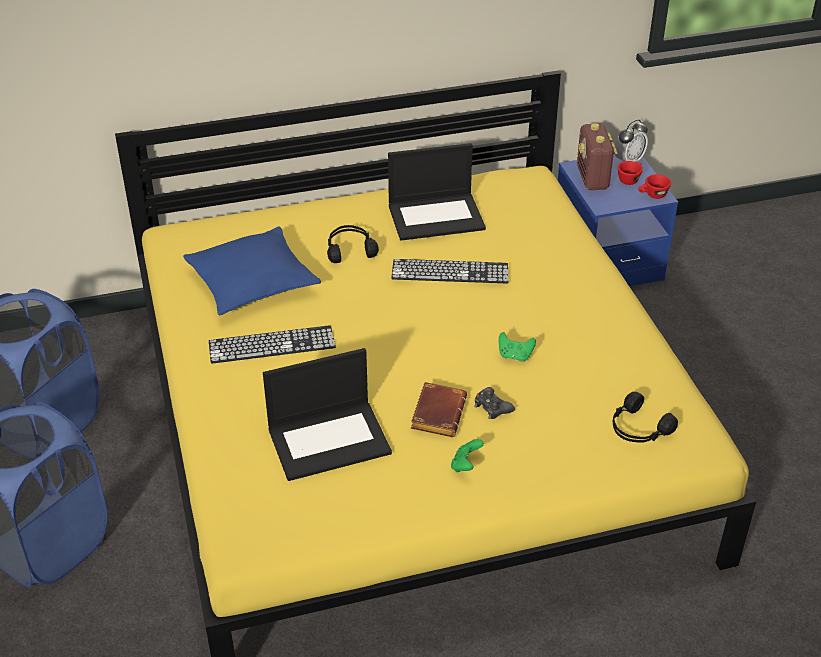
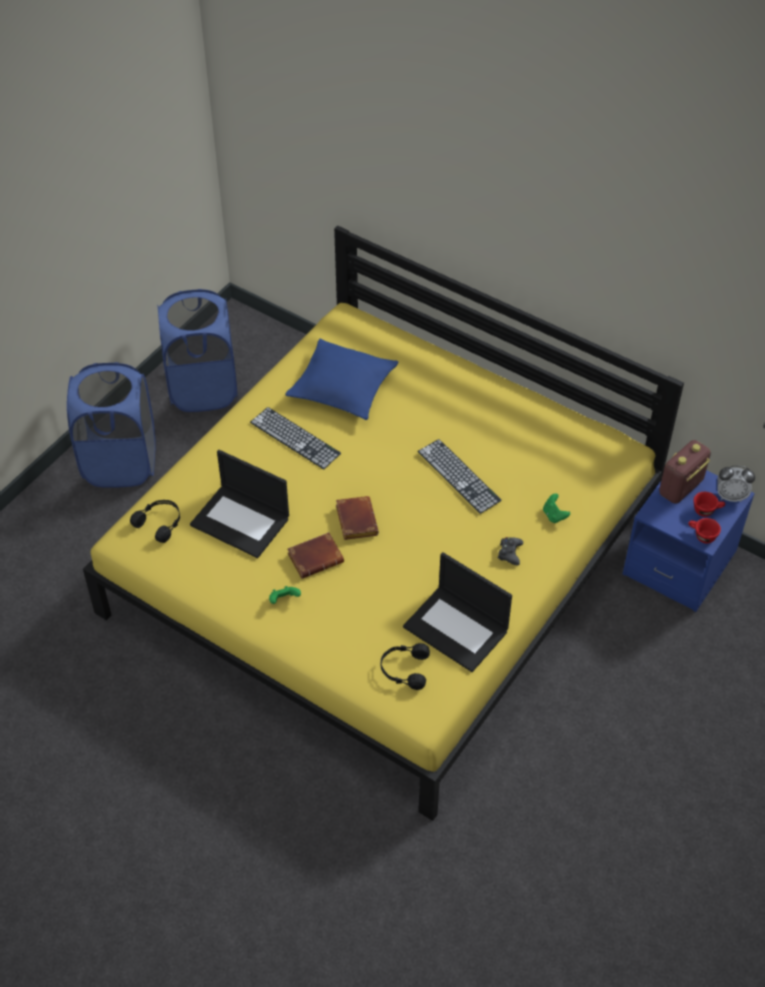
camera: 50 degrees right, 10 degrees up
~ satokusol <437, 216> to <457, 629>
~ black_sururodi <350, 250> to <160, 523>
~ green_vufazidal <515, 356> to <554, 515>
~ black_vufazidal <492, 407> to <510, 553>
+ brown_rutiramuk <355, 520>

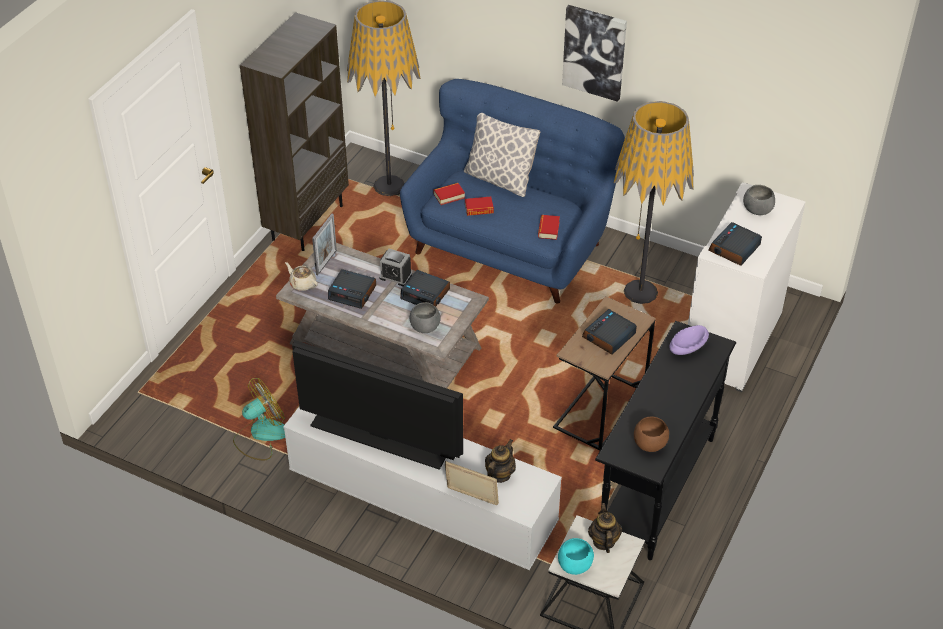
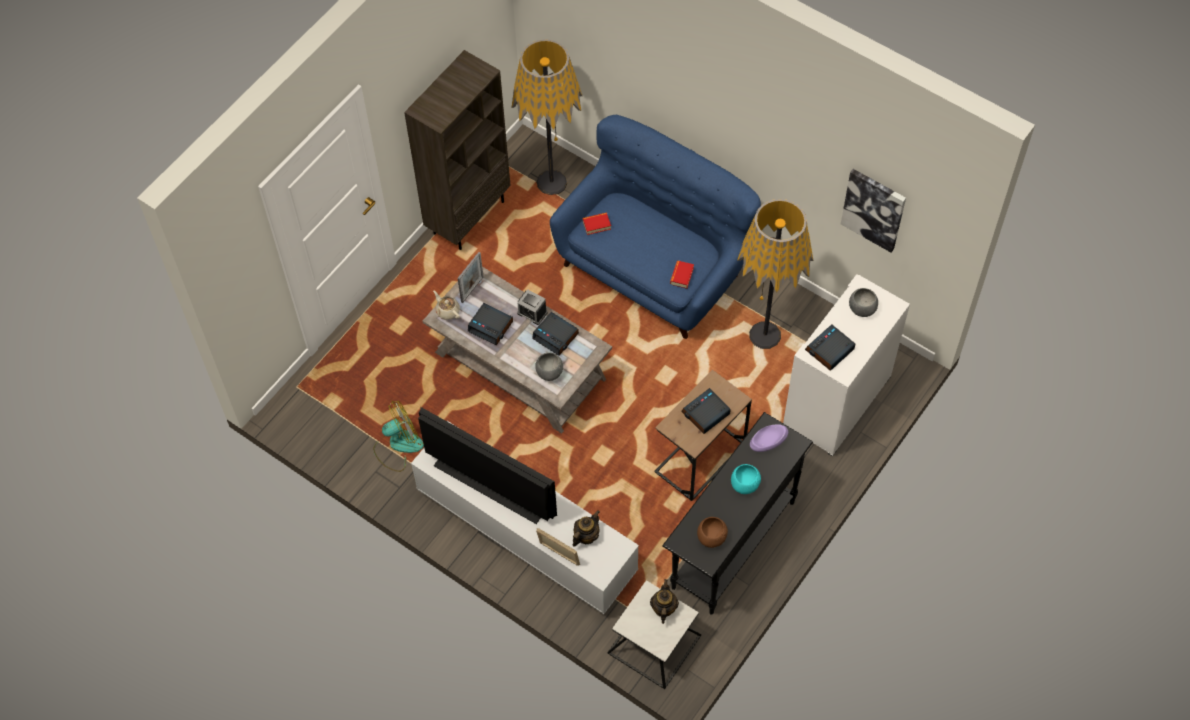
camera: 10 degrees right, 15 degrees up
~ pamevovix <594, 52> to <874, 209>
- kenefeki <499, 179>
- rutiramuk <479, 209>
~ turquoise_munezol <575, 565> to <745, 485>

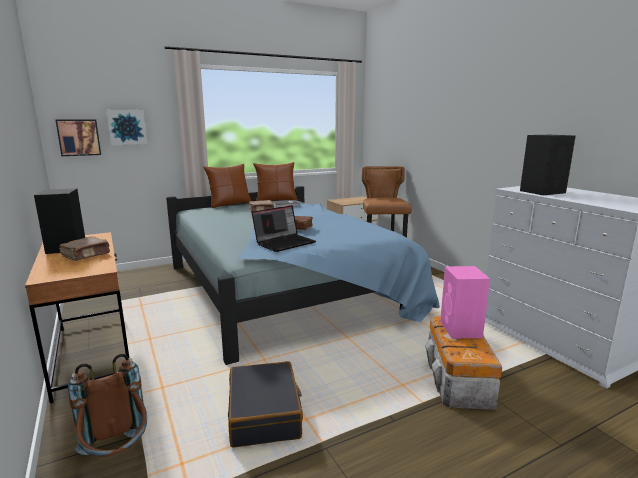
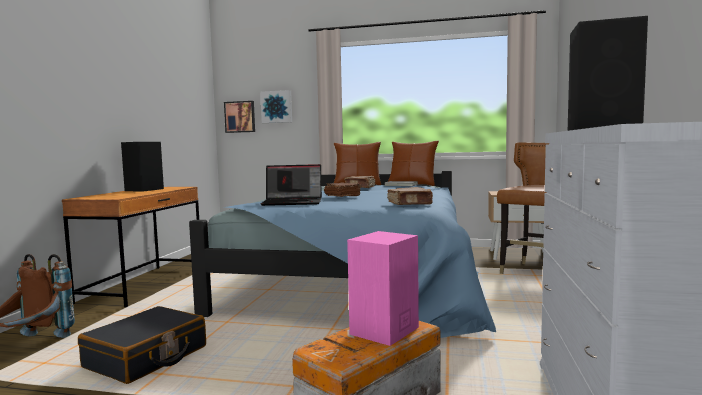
camera: 40 degrees right, 10 degrees down
~ brown_rutiramuk <87, 255> to <410, 204>

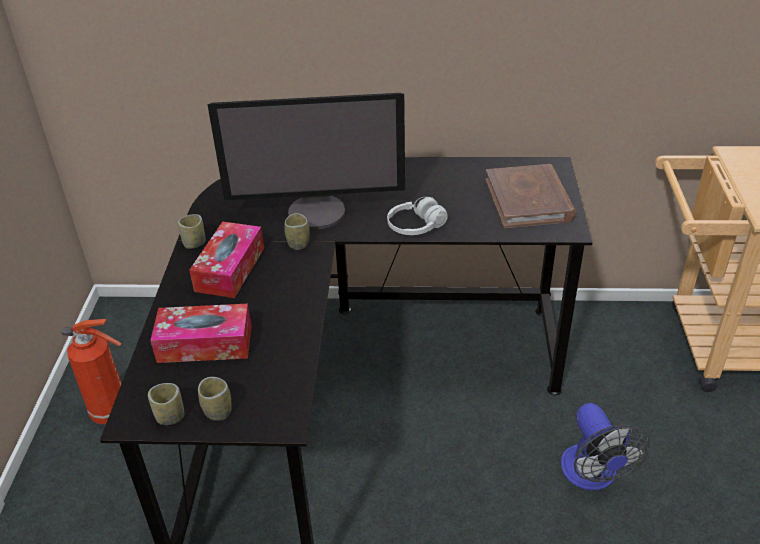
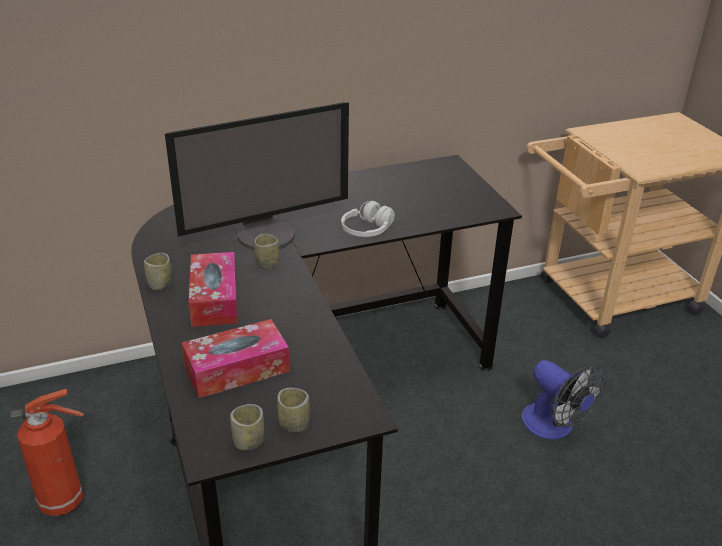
camera: 25 degrees left, 5 degrees down
- brown_rutiramuk <529, 200>

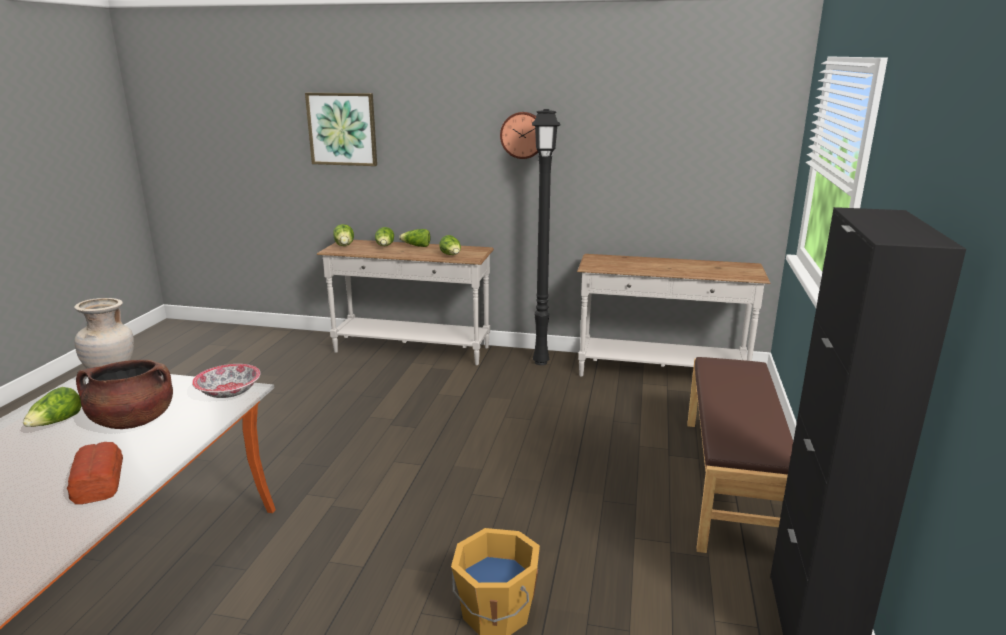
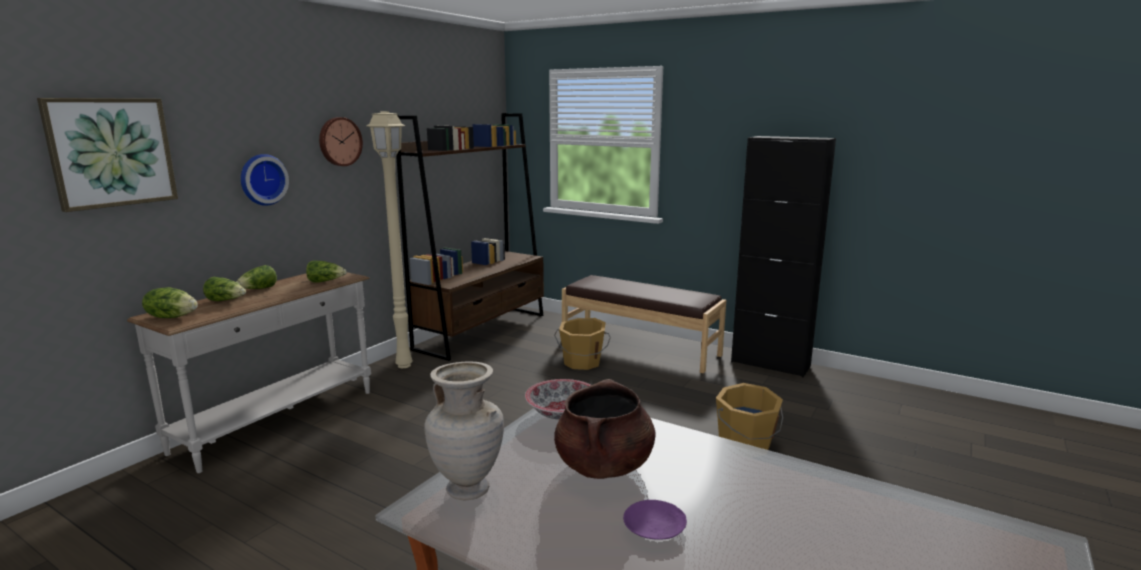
camera: 70 degrees left, 5 degrees down
~ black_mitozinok <542, 363> to beige_mitozinok <405, 365>
~ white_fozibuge <661, 374> to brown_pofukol <482, 331>
- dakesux <56, 422>
- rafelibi <97, 482>
+ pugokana <262, 179>
+ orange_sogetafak <582, 363>
+ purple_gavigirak <655, 527>

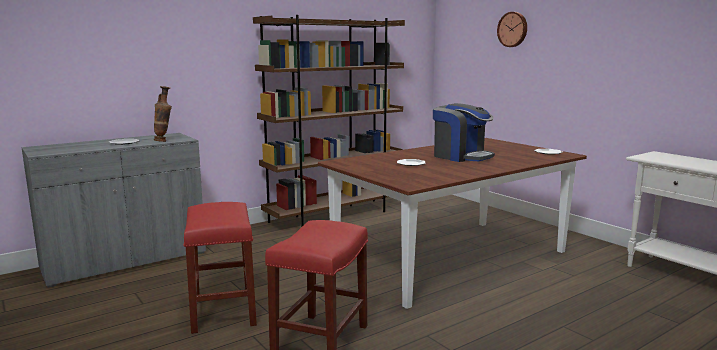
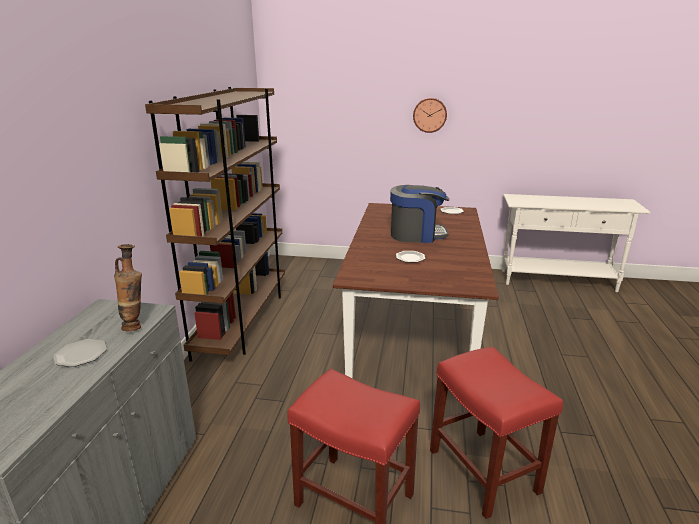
camera: 45 degrees left, 10 degrees up
~ pugokana <513, 29> to <429, 115>

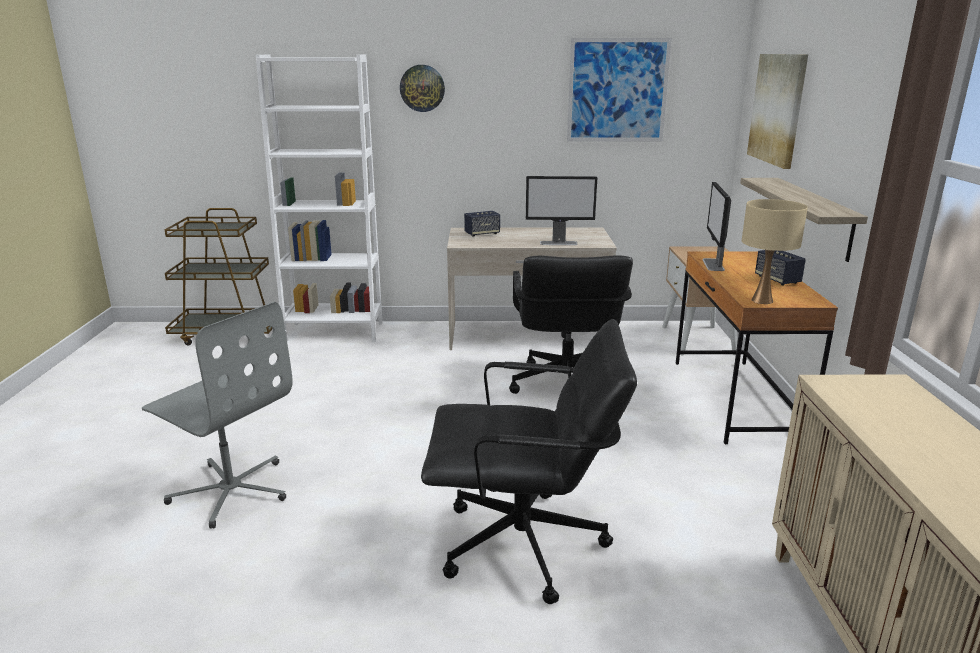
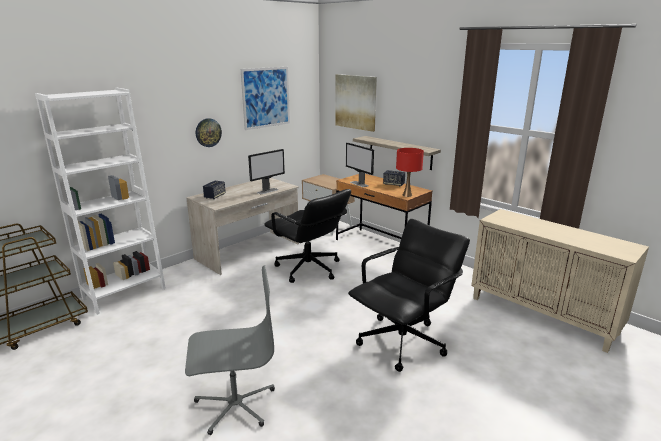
camera: 45 degrees left, 0 degrees up
~ pugokana <422, 88> to <208, 132>
~ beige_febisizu <761, 300> to red_febisizu <407, 195>

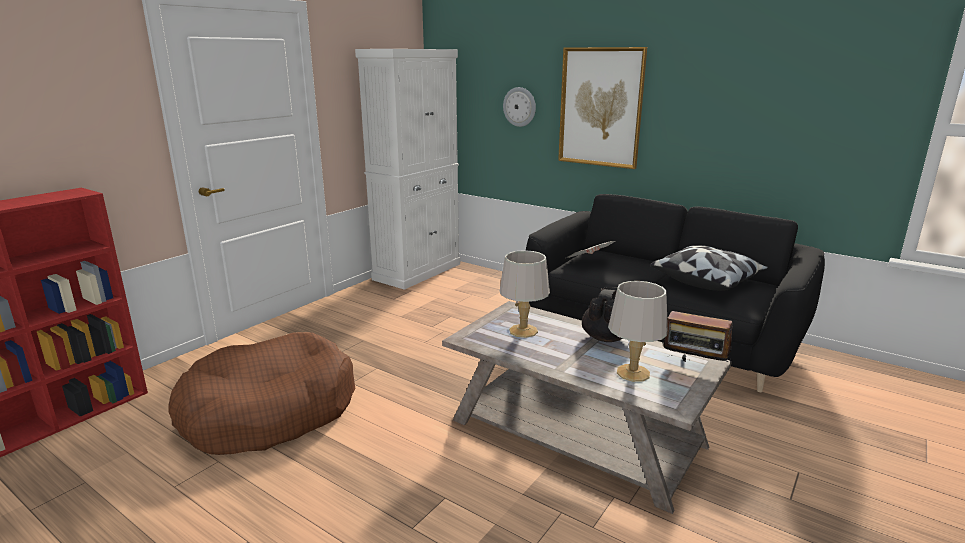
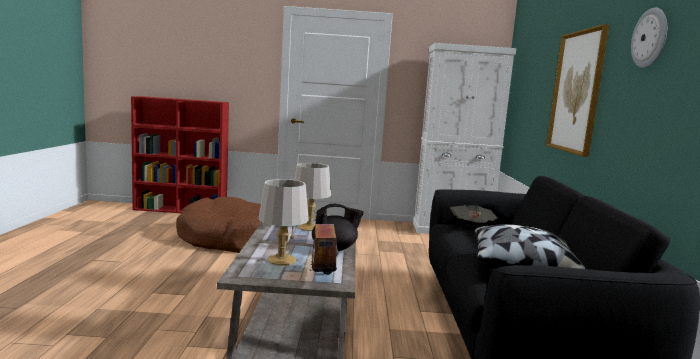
camera: 55 degrees right, 10 degrees down
~ pugokana <519, 106> to <650, 38>

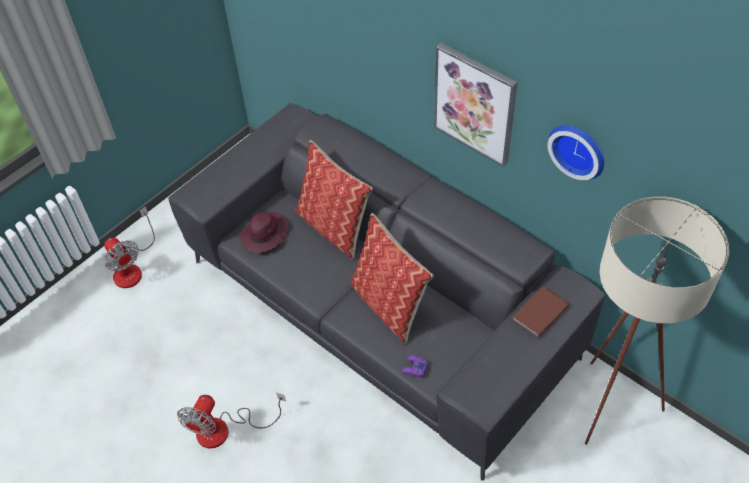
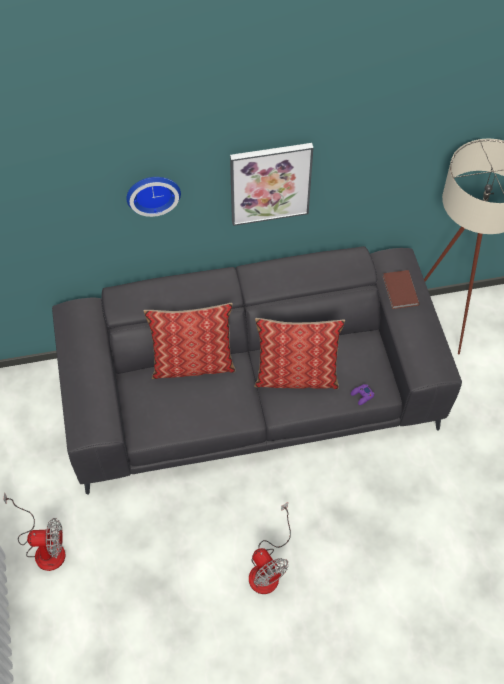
camera: 55 degrees left, 5 degrees up
~ pugokana <579, 149> to <153, 192>
- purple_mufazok <264, 235>

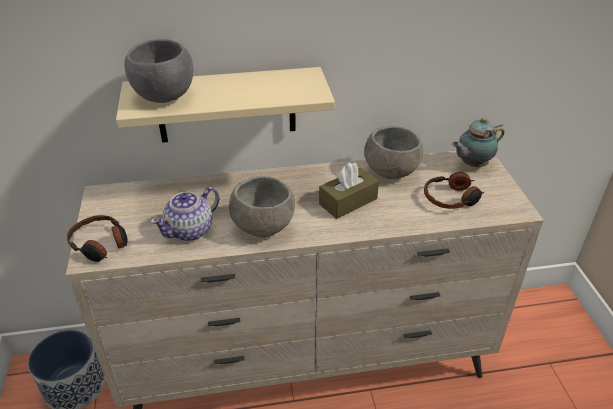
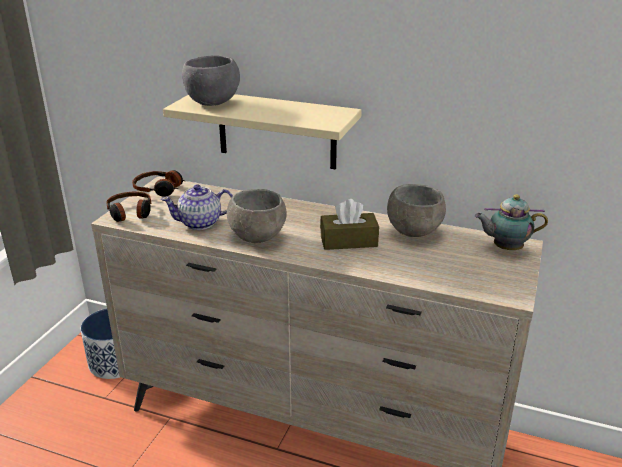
camera: 30 degrees right, 10 degrees down
~ sururodi <452, 198> to <159, 189>

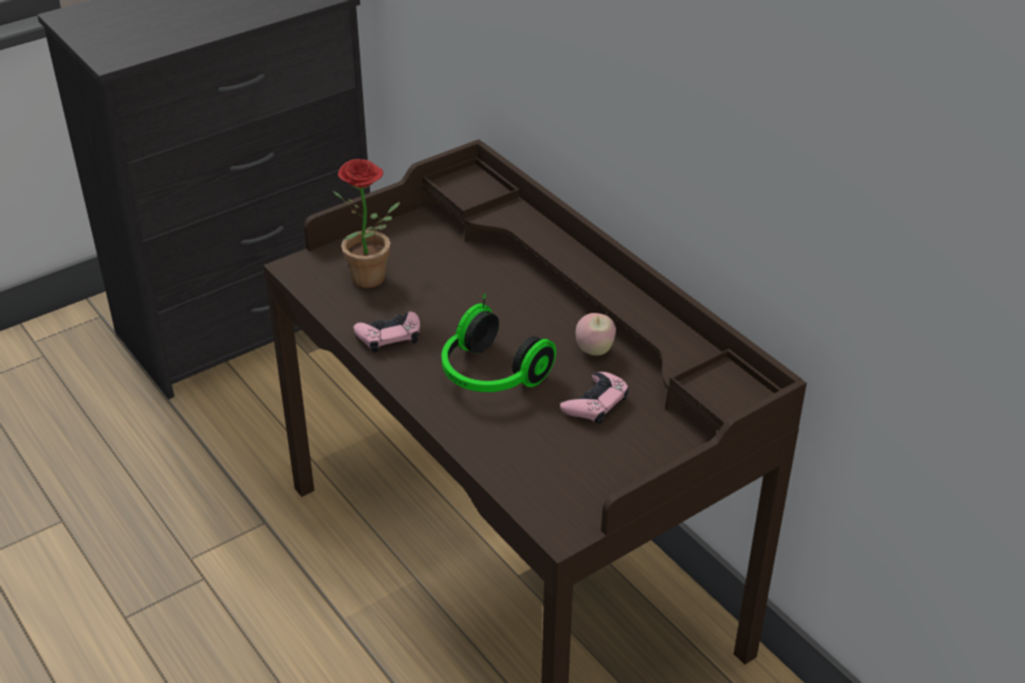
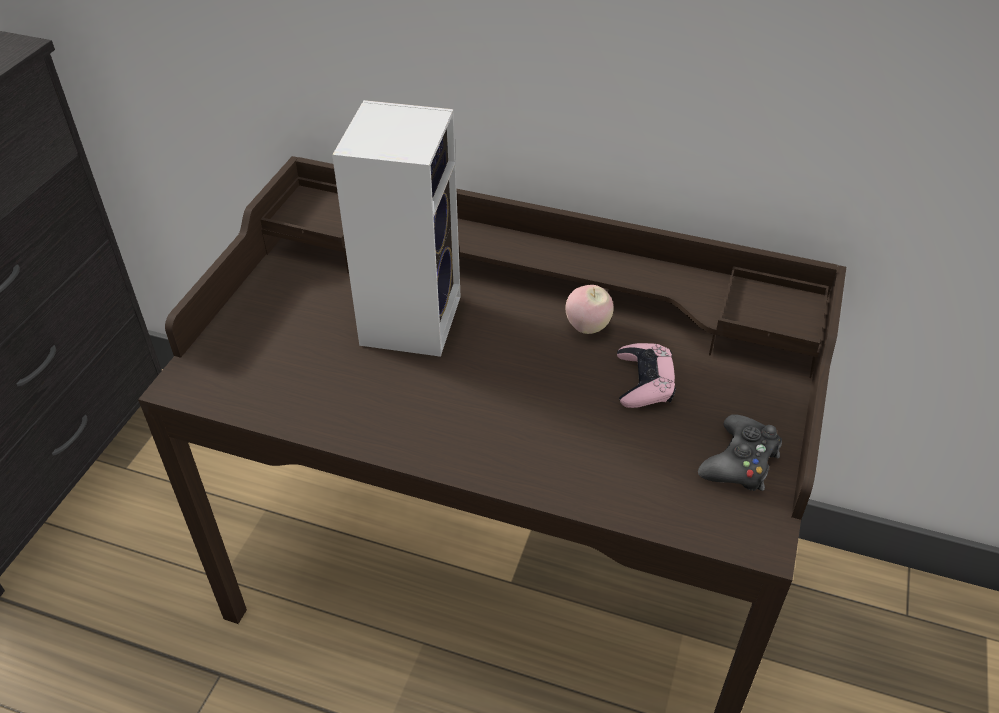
camera: 35 degrees left, 5 degrees up
- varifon <372, 282>
- sururodi <490, 375>
- pink_vufazidal <389, 336>
+ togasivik <410, 317>
+ black_vufazidal <740, 462>

